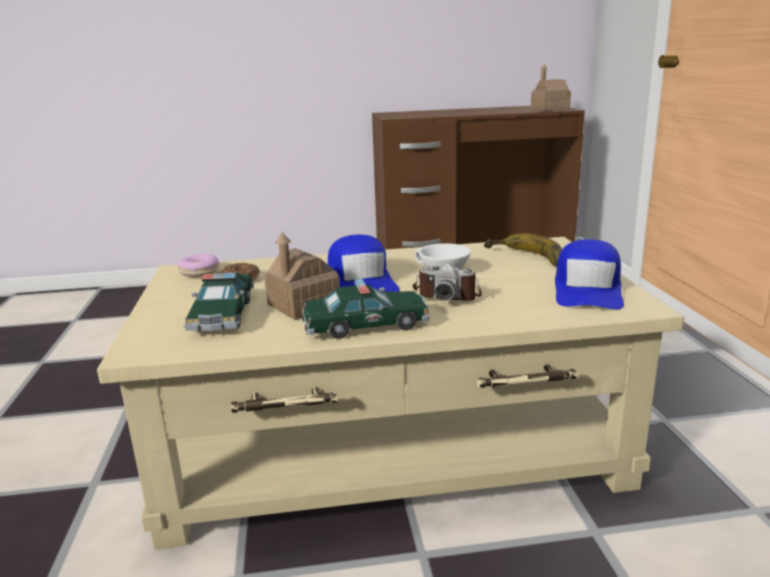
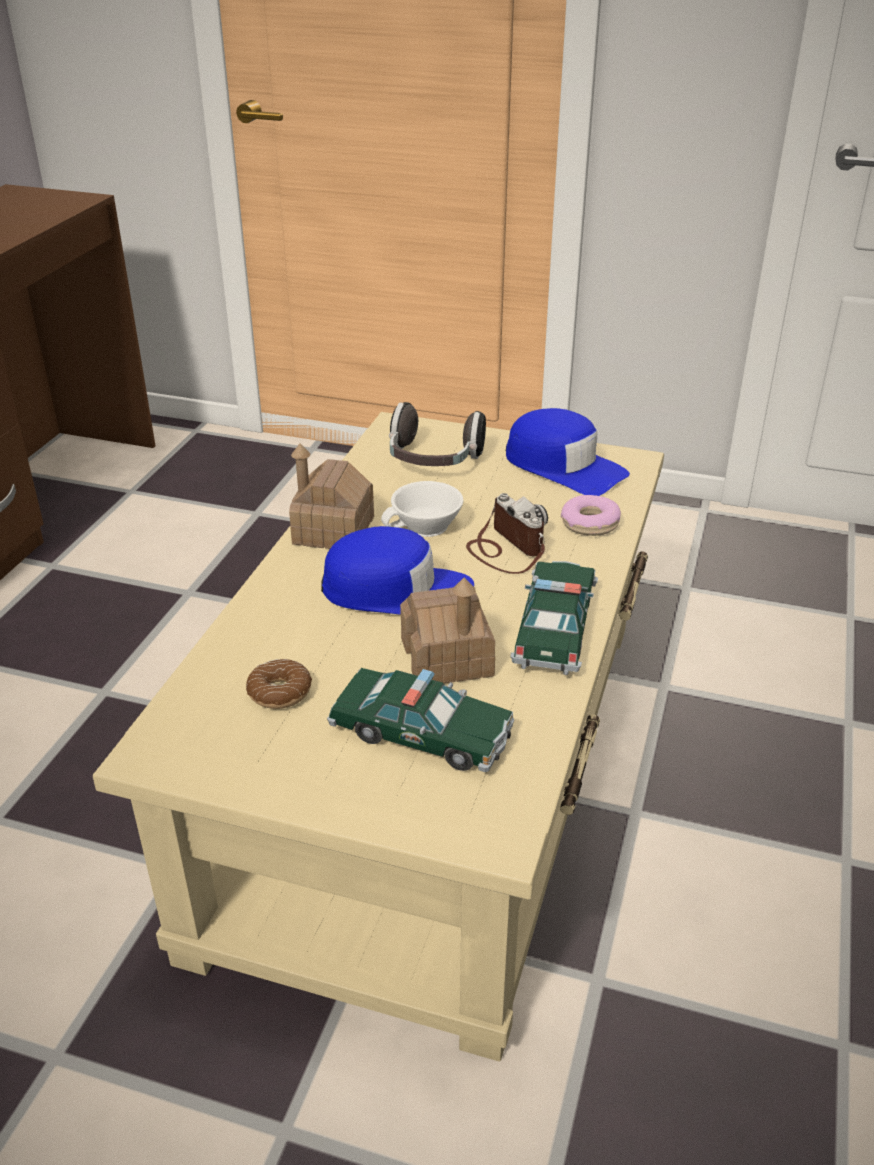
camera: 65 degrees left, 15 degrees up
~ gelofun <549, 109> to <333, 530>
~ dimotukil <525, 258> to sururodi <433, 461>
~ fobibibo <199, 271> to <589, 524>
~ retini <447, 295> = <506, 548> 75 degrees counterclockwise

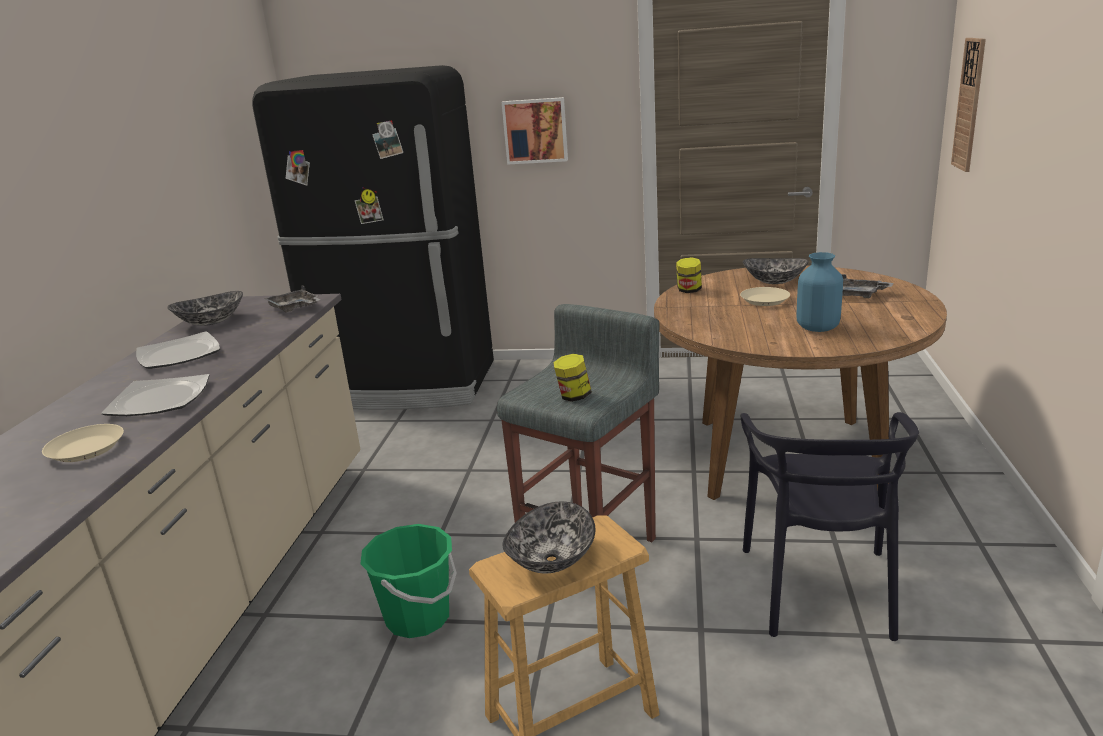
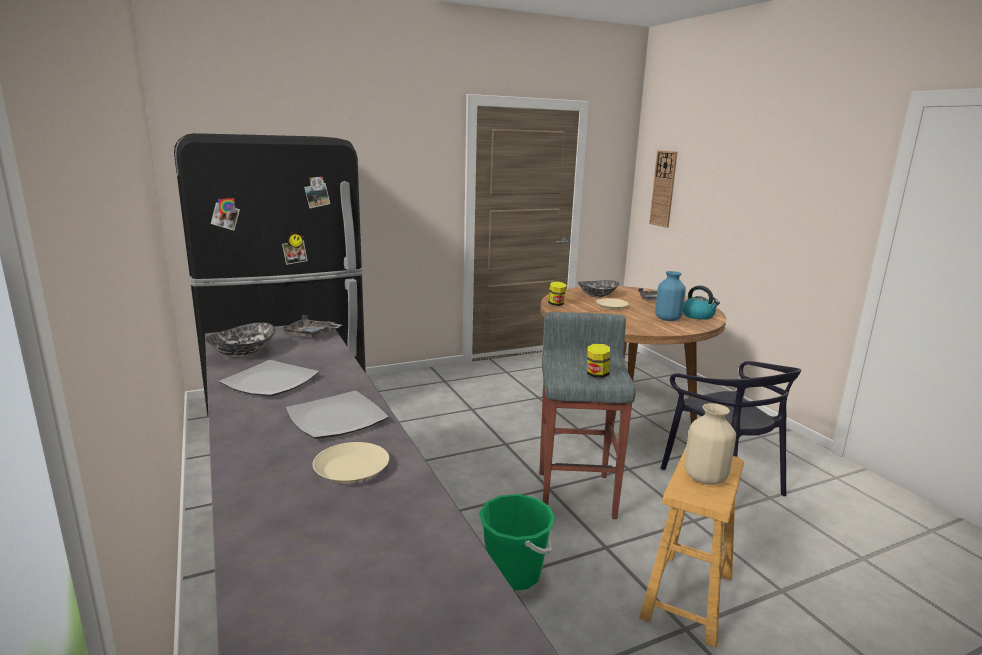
camera: 35 degrees left, 5 degrees down
- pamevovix <535, 130>
~ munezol <552, 560> to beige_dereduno <706, 478>
+ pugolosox <698, 316>

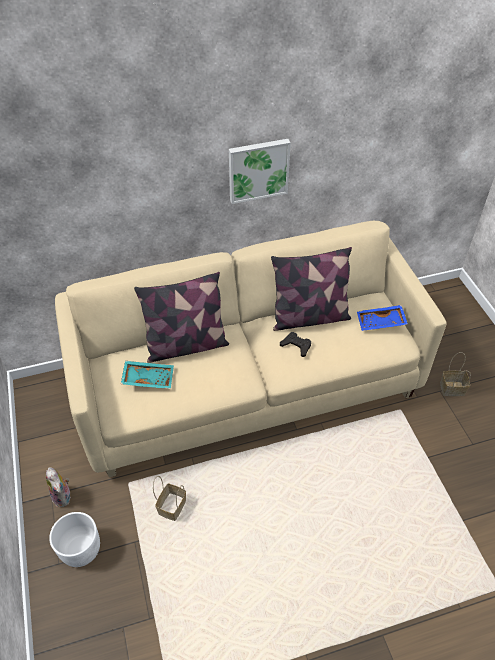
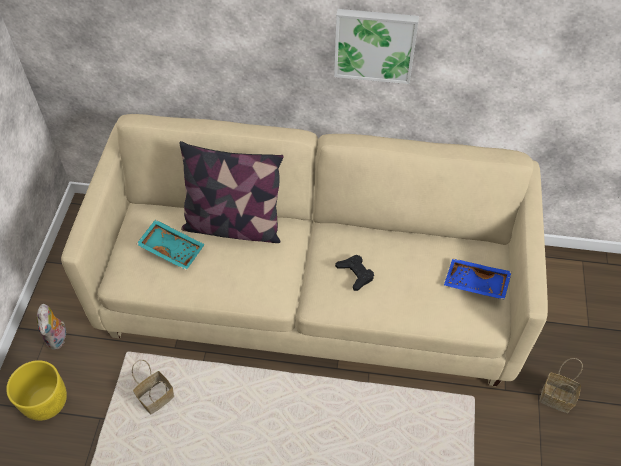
camera: 25 degrees right, 5 degrees up
- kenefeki <309, 317>
~ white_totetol <81, 549> to yellow_totetol <46, 401>

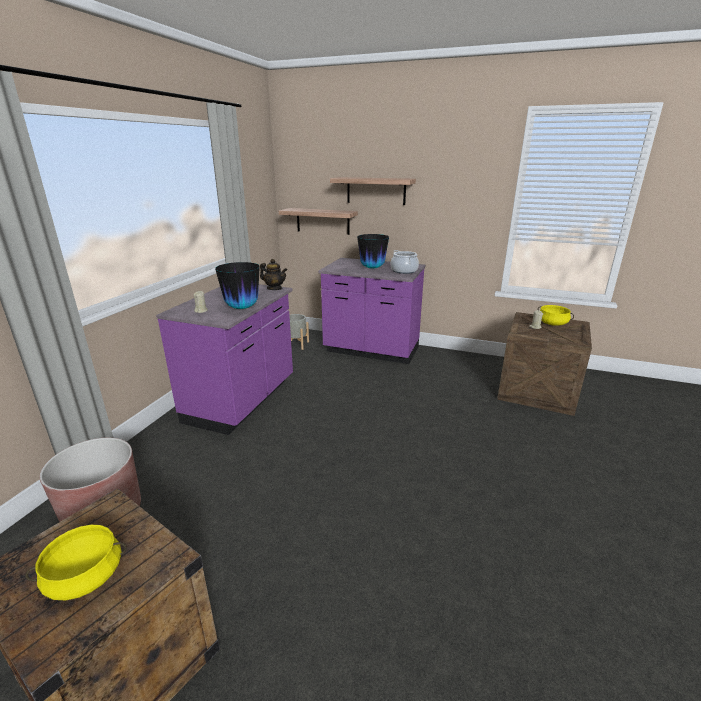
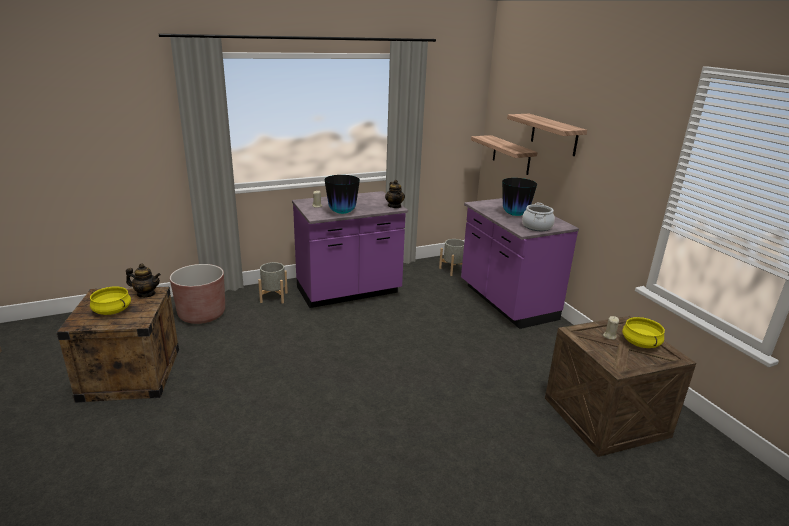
camera: 45 degrees right, 0 degrees up
+ grey_totetol <273, 297>
+ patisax <146, 294>

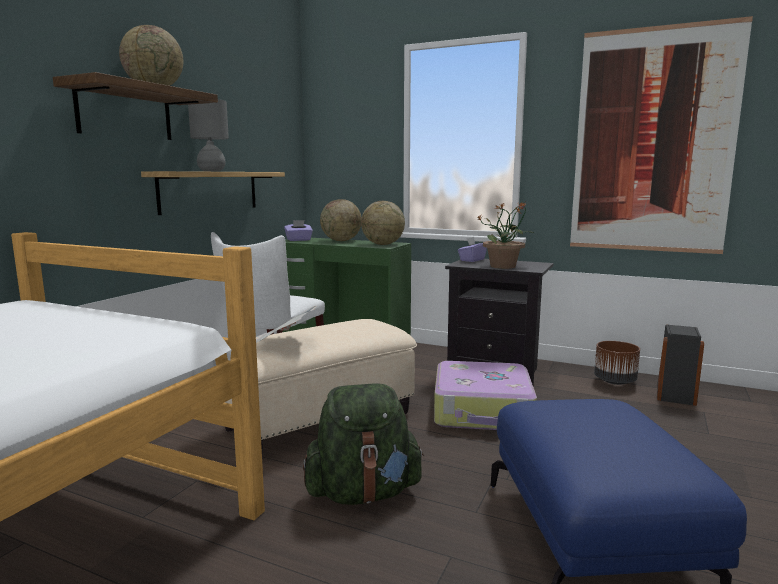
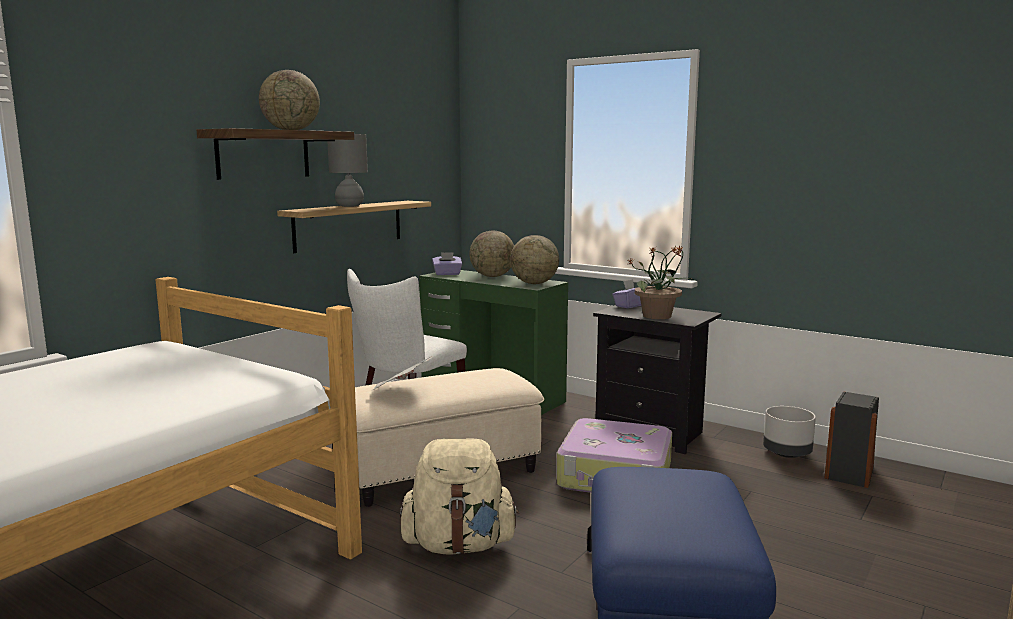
camera: 10 degrees right, 0 degrees up
- pamevovix <652, 142>
~ brown_totetol <615, 381> to grey_totetol <787, 454>
~ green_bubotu <363, 493> to beige_bubotu <459, 545>

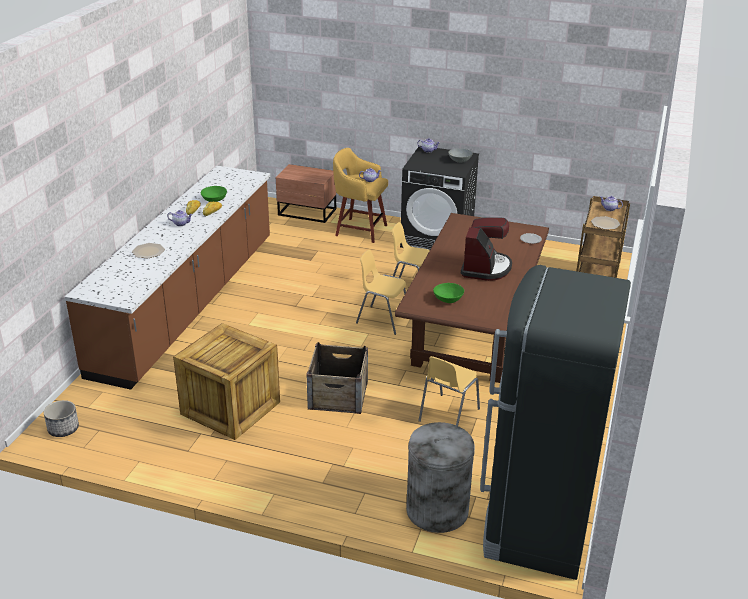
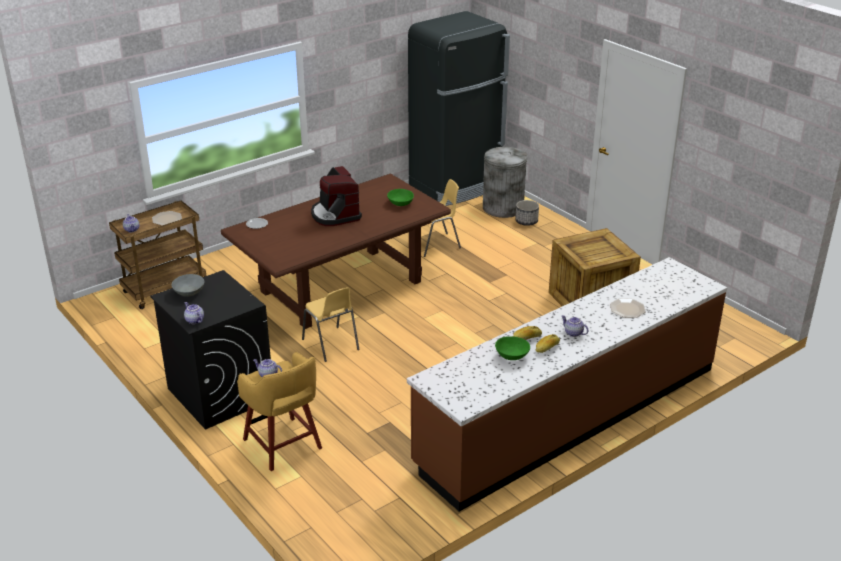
camera: 145 degrees left, 0 degrees up
- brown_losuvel <307, 212>
~ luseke <485, 268> = <335, 215> 75 degrees counterclockwise
- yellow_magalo <382, 319>
- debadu <338, 395>
~ totetol <63, 429> to <526, 221>

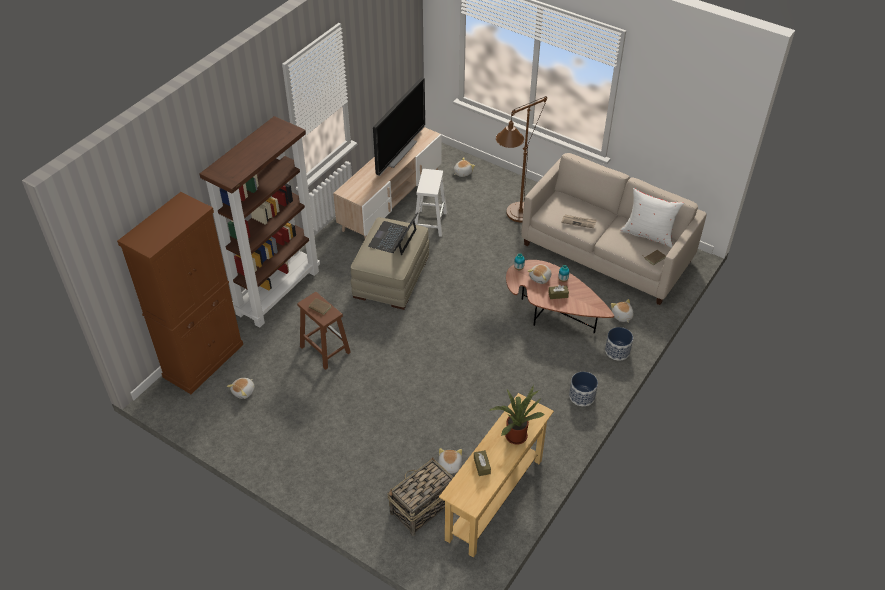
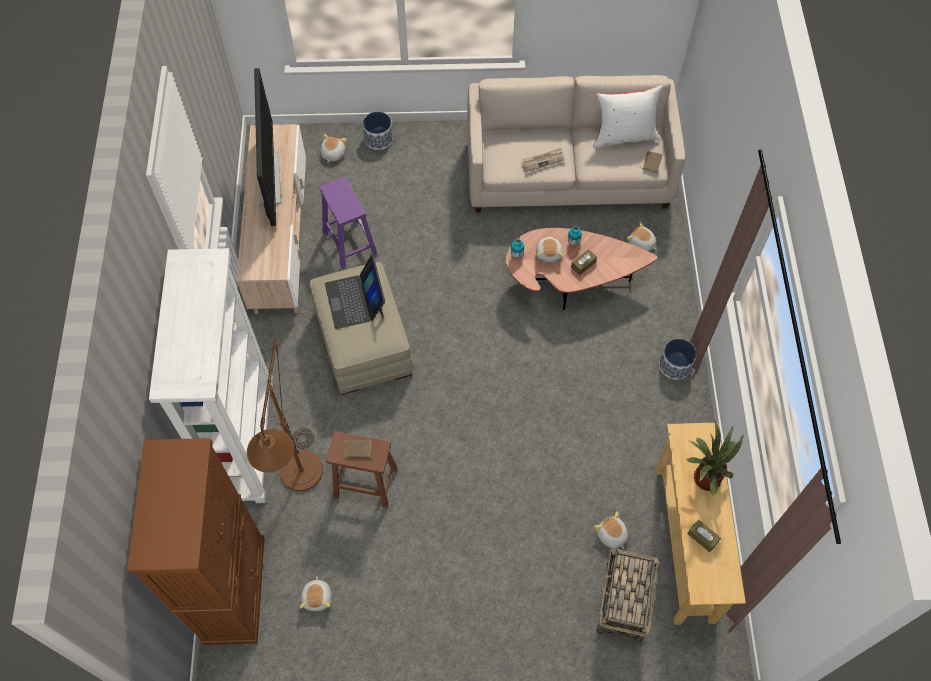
camera: 35 degrees left, 15 degrees up
~ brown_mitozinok <516, 217> to <300, 483>
~ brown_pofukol <278, 292> to white_pofukol <246, 441>
~ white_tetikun <430, 222> to purple_tetikun <349, 242>
~ totetol <617, 351> to <378, 139>

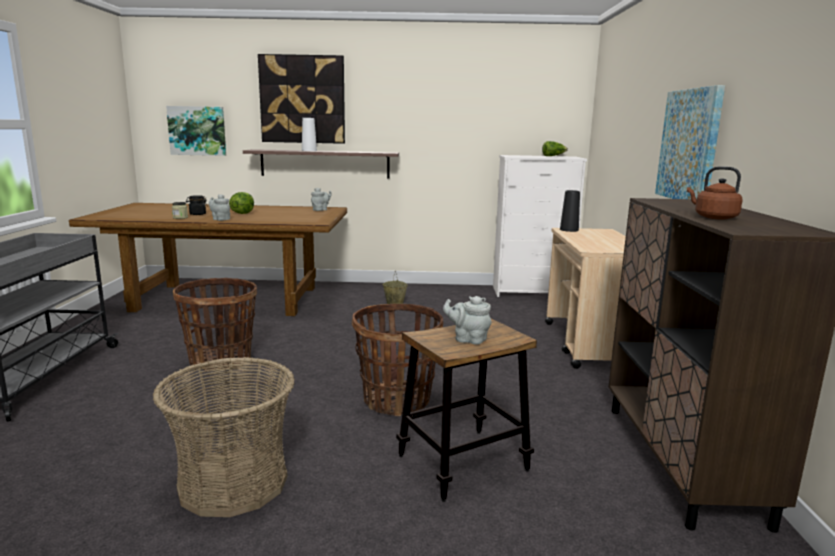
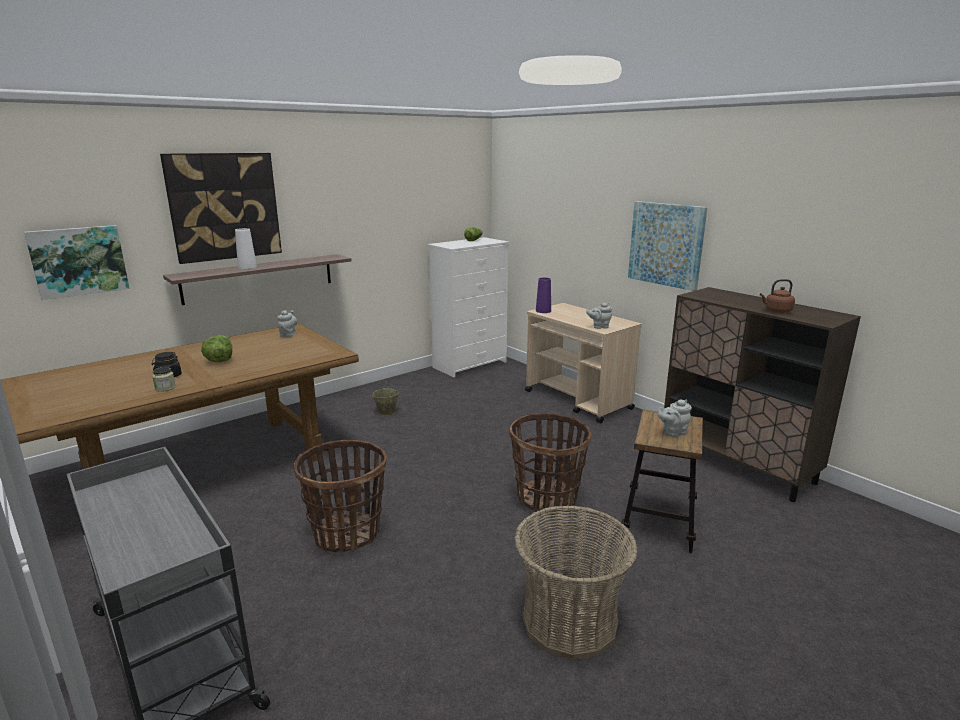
camera: 40 degrees left, 5 degrees up
~ black_dereduno <569, 230> to purple_dereduno <543, 311>
~ grey_patisax <220, 219> to <599, 327>

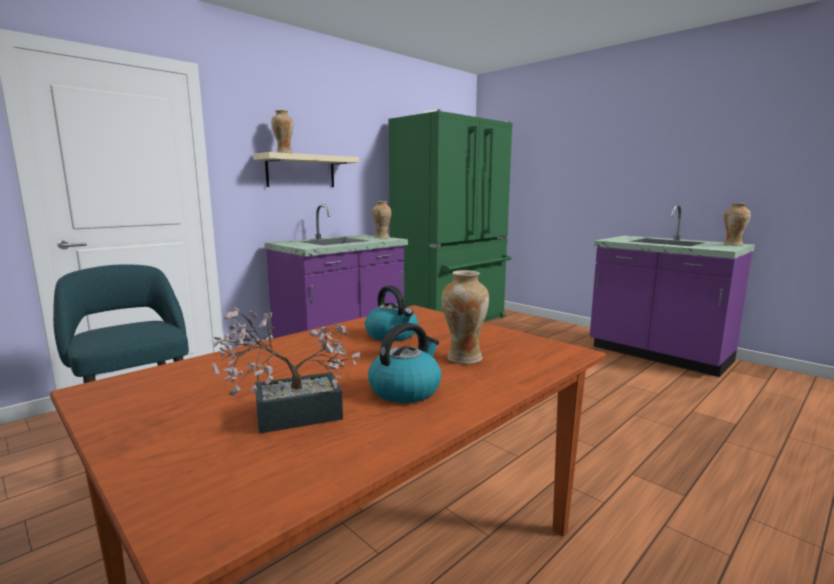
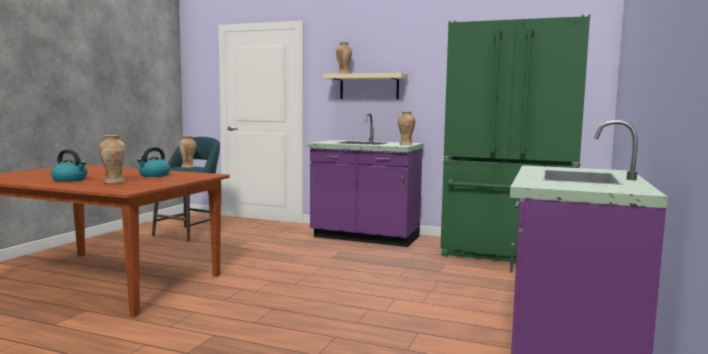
camera: 65 degrees right, 5 degrees down
~ dereduno <733, 245> to <188, 167>
- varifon <287, 415>

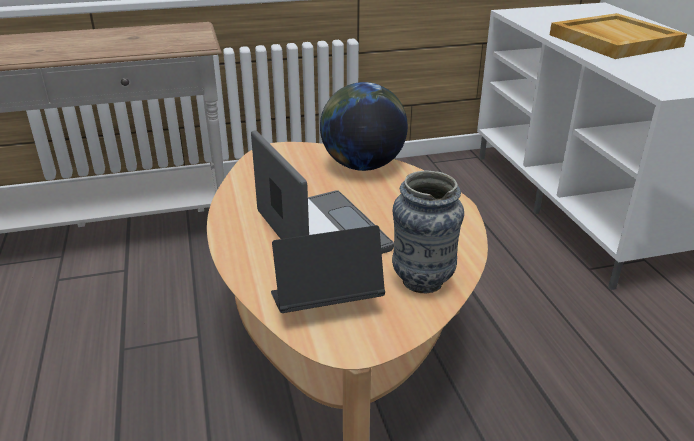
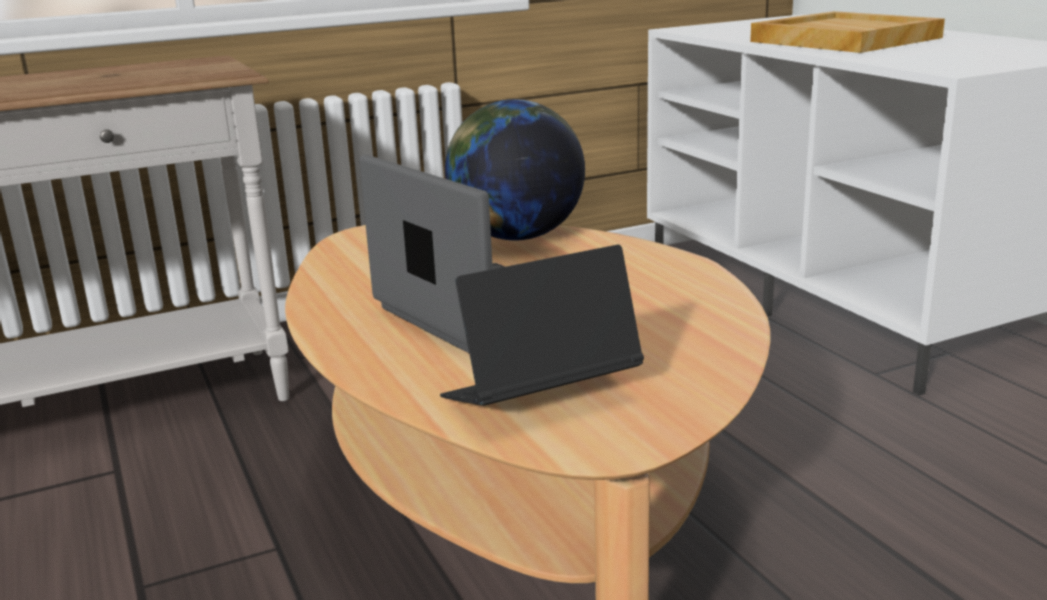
camera: 10 degrees left, 10 degrees down
- dereduno <422, 281>

